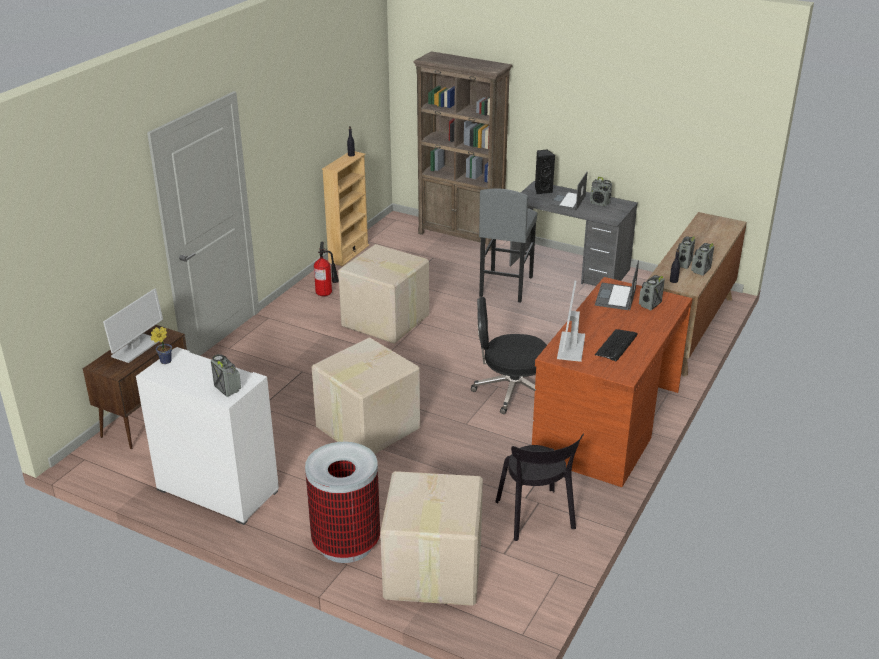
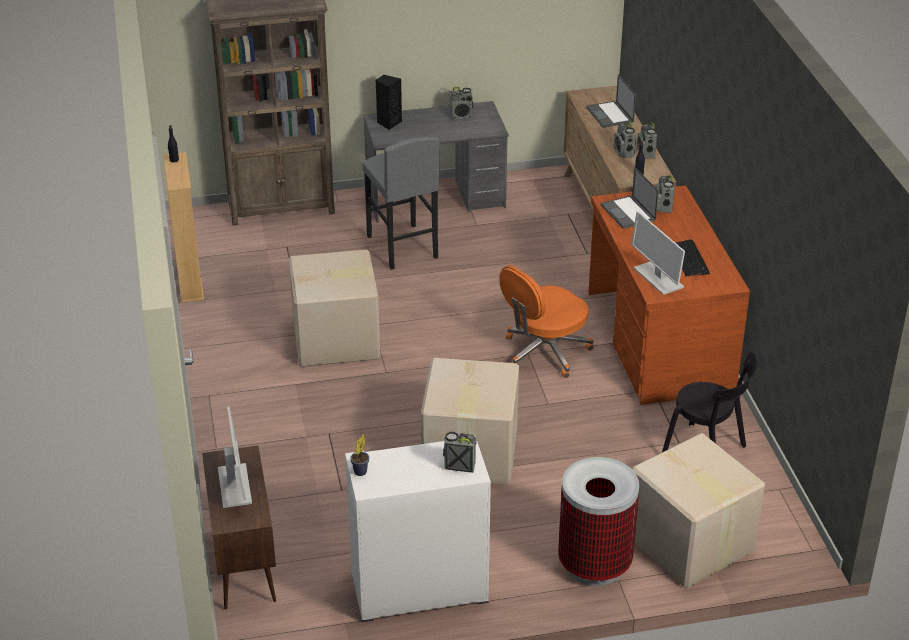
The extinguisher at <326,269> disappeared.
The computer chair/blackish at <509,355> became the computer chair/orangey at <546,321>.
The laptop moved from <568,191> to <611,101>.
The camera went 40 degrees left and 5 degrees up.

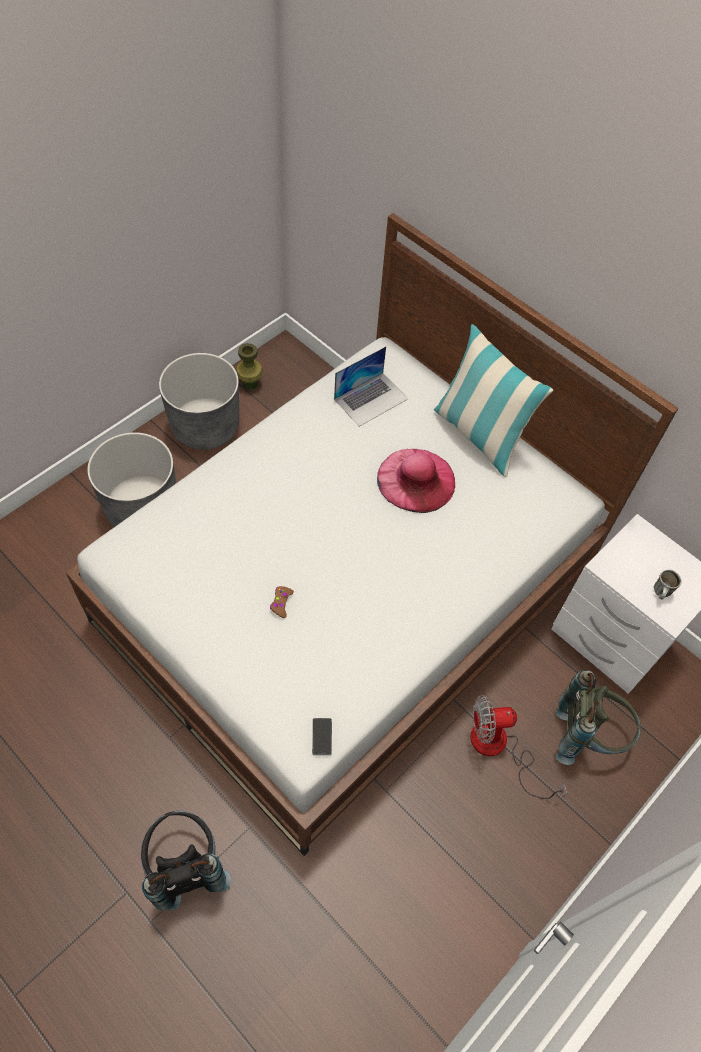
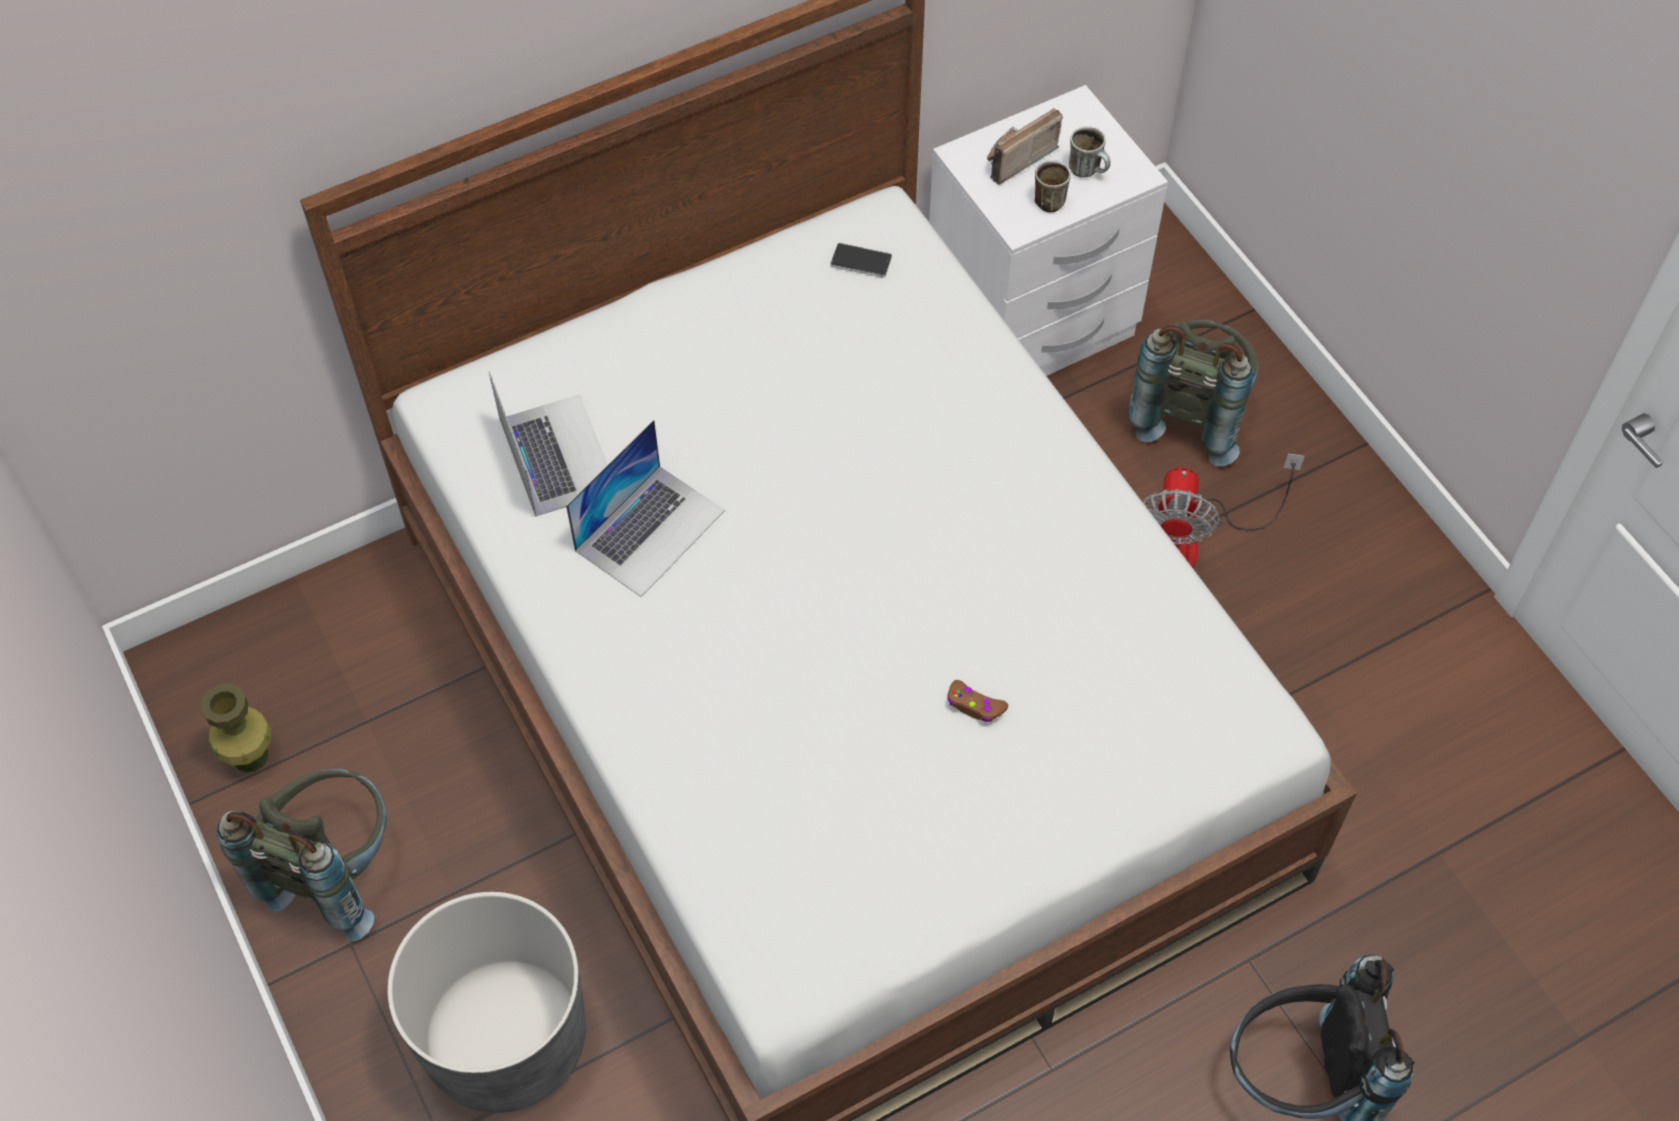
The plant pot/gray at <199,401> was replaced by the knapsack/gray at <301,855>.
The telephone moved from <322,736> to <861,260>.
The clothing hat/pink at <416,481> disappeared.
The throw pillow at <493,400> disappeared.
The laptop at <645,508> appeared.
The radio set at <1025,146> appeared.
The tea mug at <1053,186> appeared.
The camera went 70 degrees left and 0 degrees up.

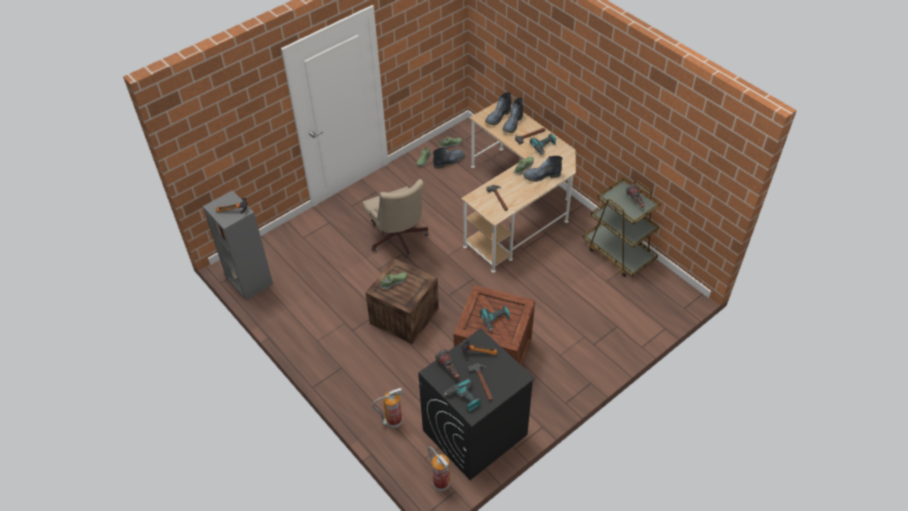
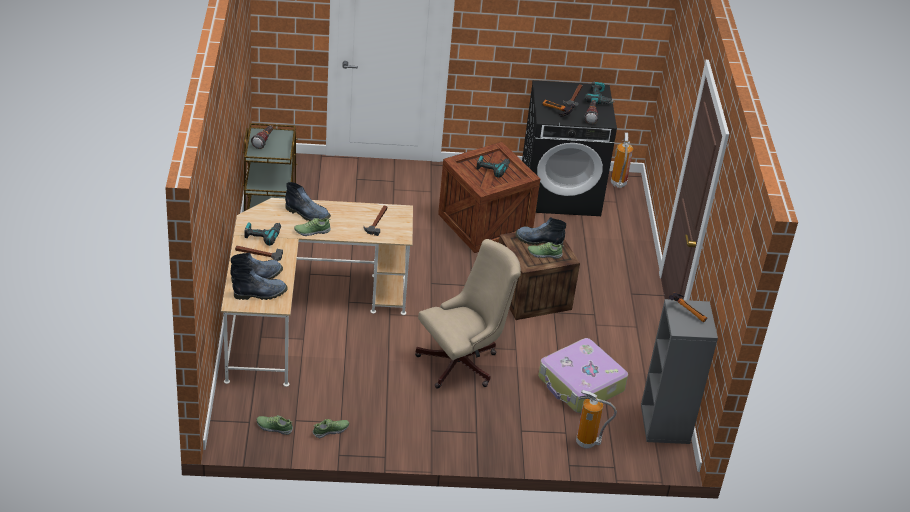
The computer chair/sand-coloured at <396,218> turned 45 degrees clockwise.
The extinguisher moved from <387,408> to <596,419>.
The boot moved from <449,158> to <540,232>.
The suitcase at <583,375> appeared.
The camera went 145 degrees left and 10 degrees down.

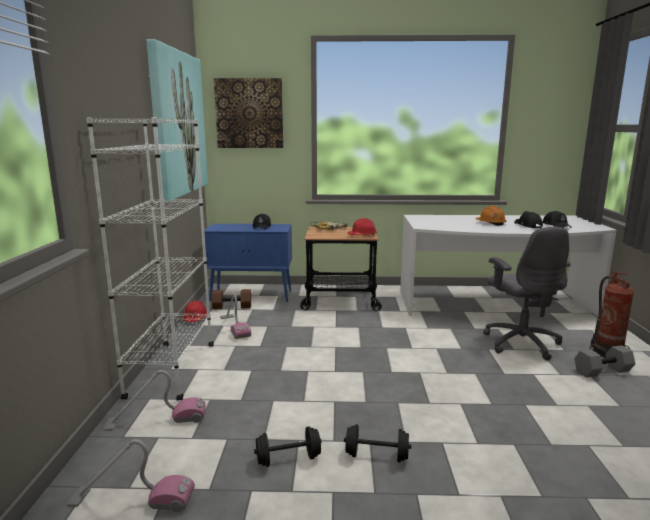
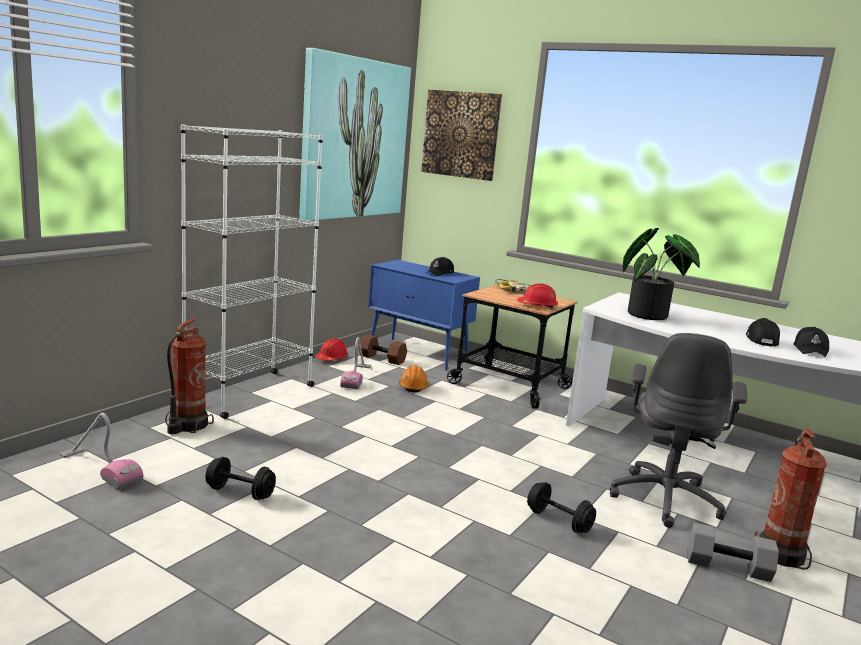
The vacuum at <155,400> was replaced by the extinguisher at <189,376>.
The free weight/blackish moved from <377,443> to <561,507>.
The safety helmet/orangey moved from <491,216> to <414,378>.
The potted plant at <661,274> appeared.
The camera went 30 degrees right and 0 degrees up.

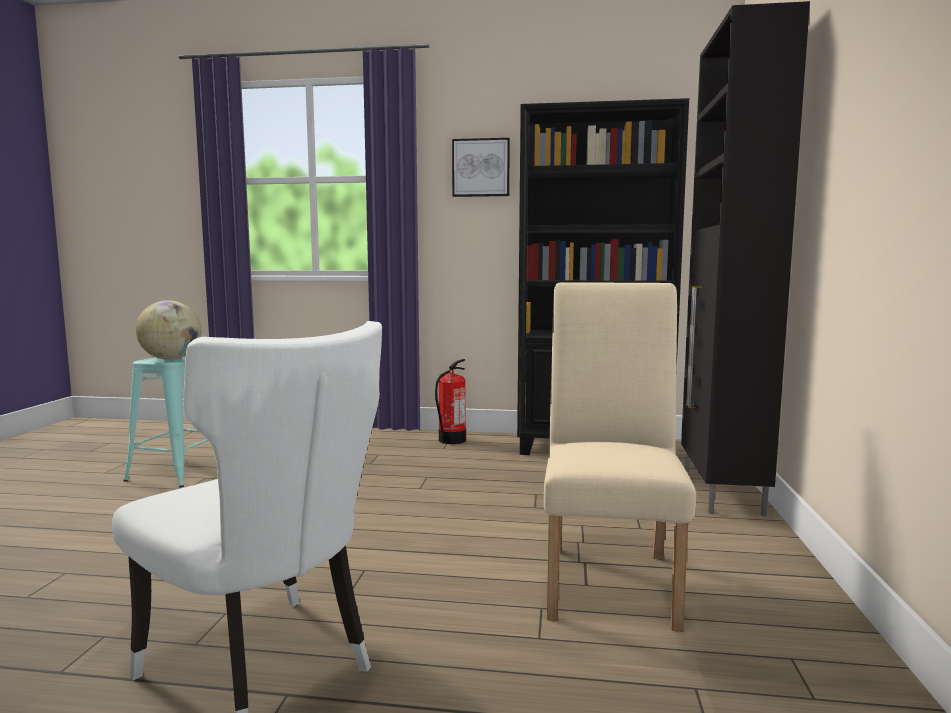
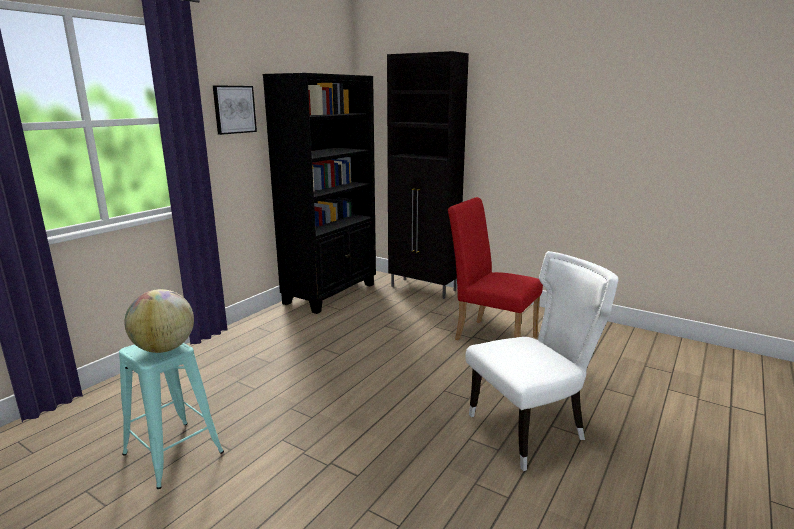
The extinguisher at <450,401> disappeared.
The chair/sand-coloured at <620,457> became the chair/red-coloured at <495,268>.
The camera went 65 degrees left and 10 degrees up.

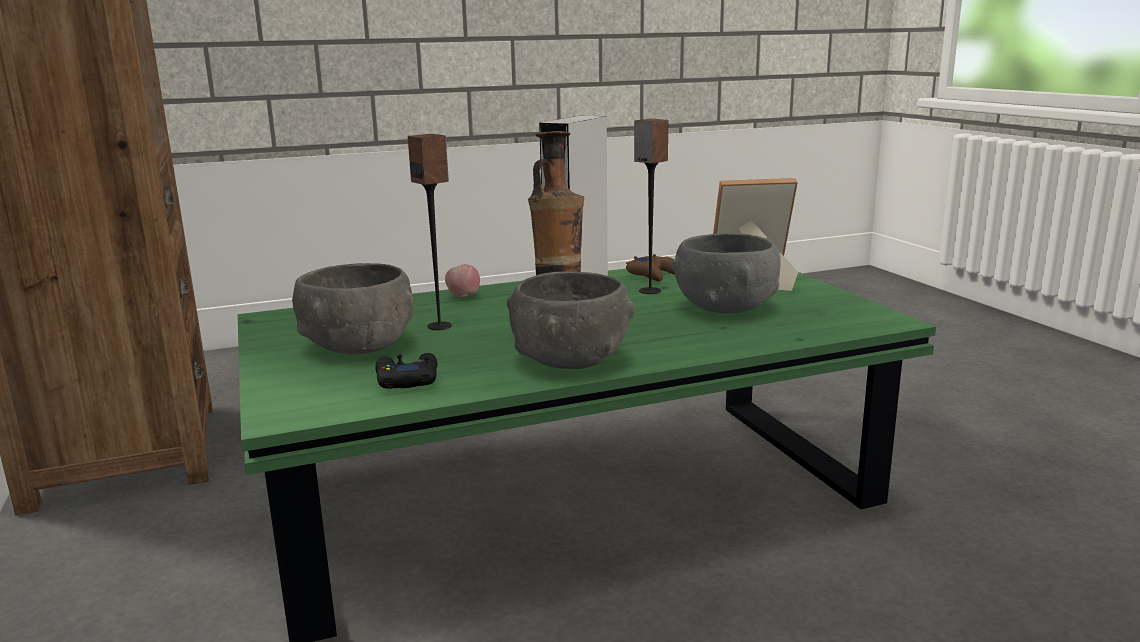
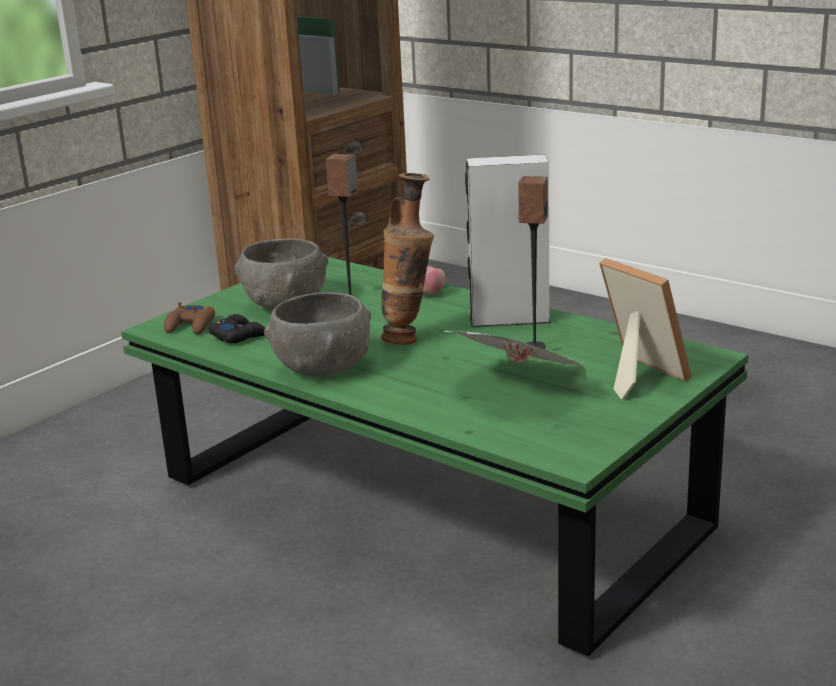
The game controller/brownish moved from <650,267> to <189,318>.
The deep dish/gray at <726,273> was replaced by the printed paper at <514,348>.
The camera went 60 degrees right and 5 degrees up.

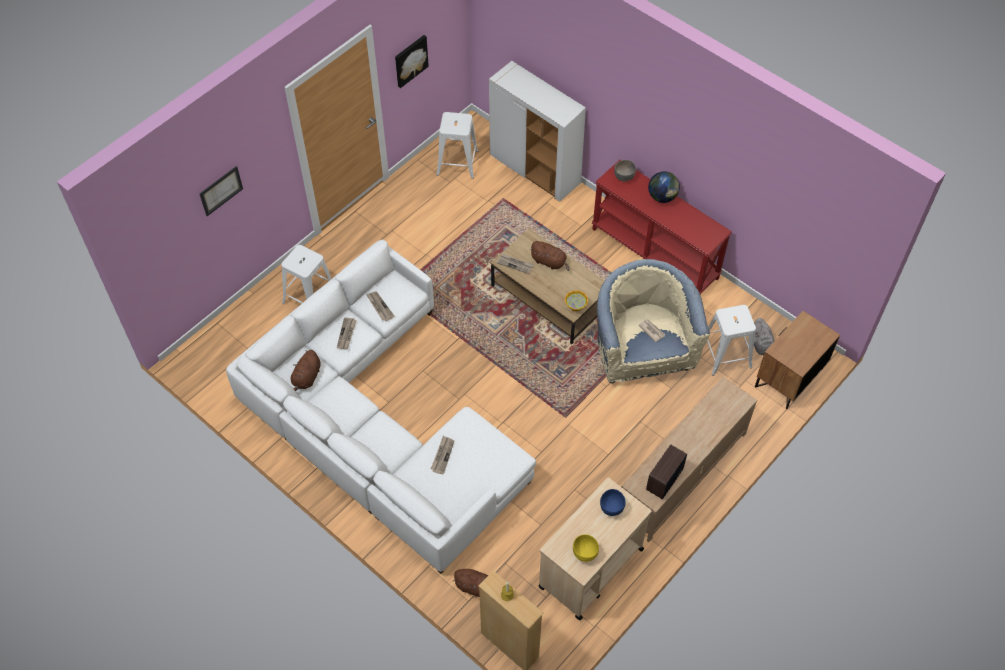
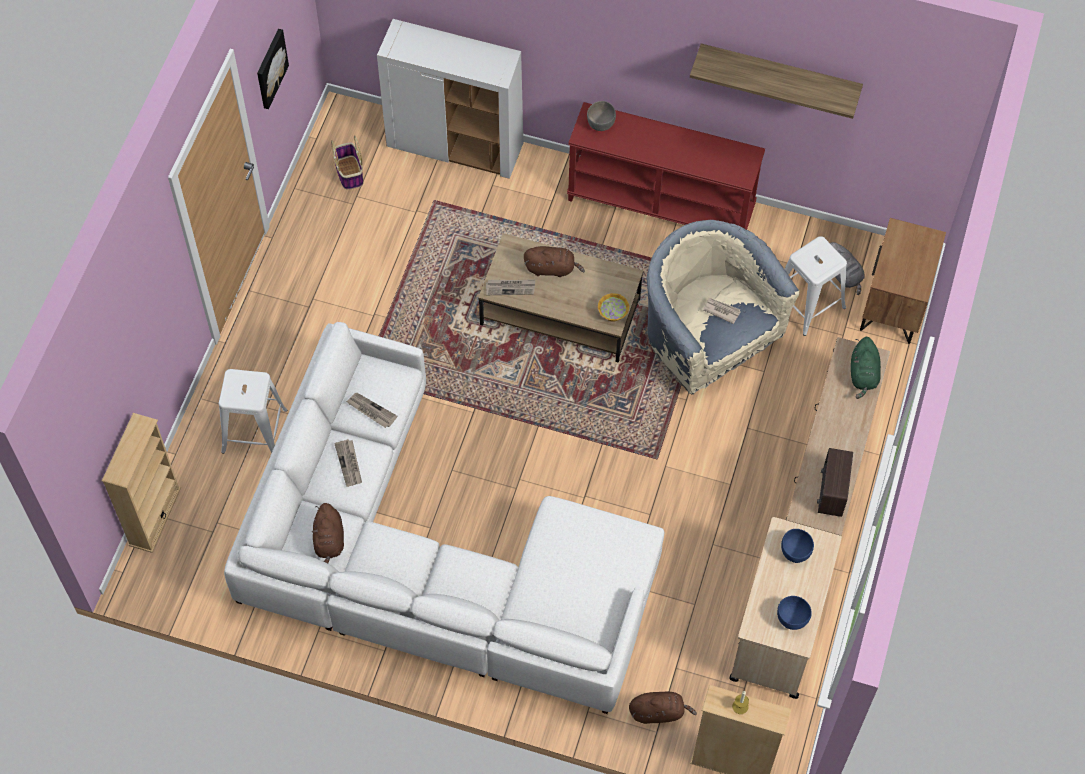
The wall art at <221,191> disappeared.
The printed paper at <442,455> disappeared.
The stool/white-coloured at <457,145> was replaced by the basket at <347,162>.
The deep dish/yellowish at <586,548> became the deep dish/blue at <794,613>.
The world globe at <664,187> disappeared.
The bookshelf/sand-coloured at <141,483> appeared.
The shelf at <776,81> appeared.
The soft toy/green-coloured at <866,368> appeared.
The camera went 25 degrees left and 5 degrees up.

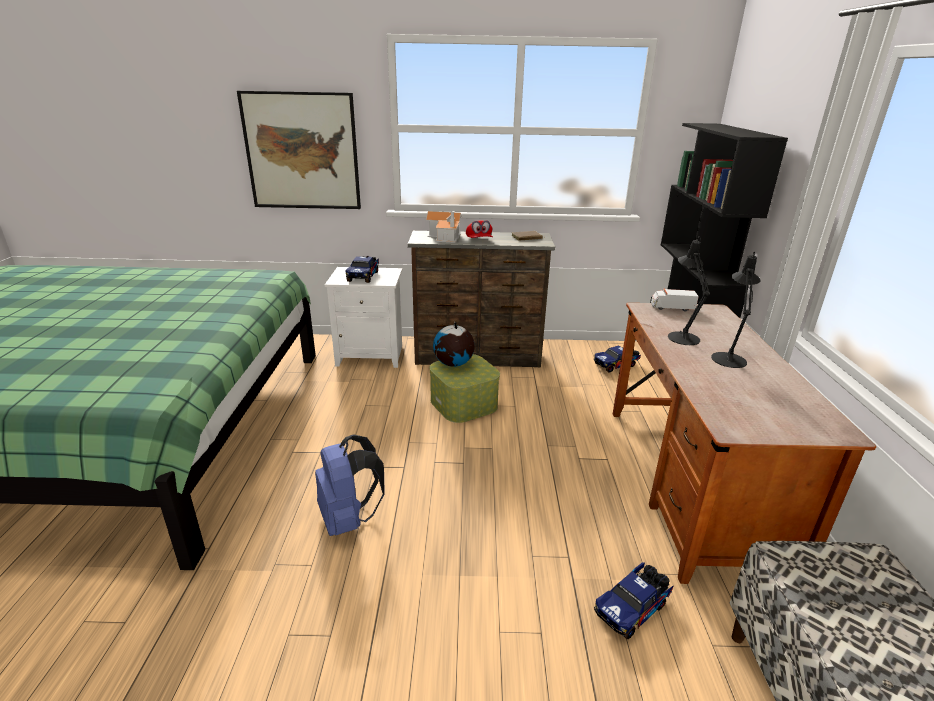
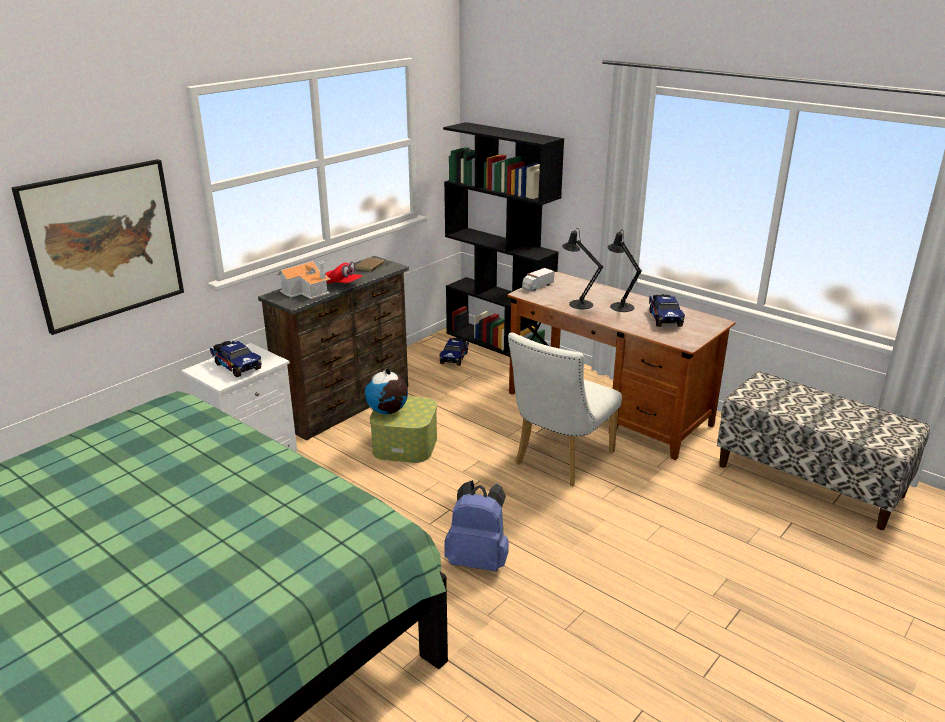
The toy truck moved from <634,600> to <667,310>.
The chair/white-coloured at <565,409> appeared.
The camera went 50 degrees left and 0 degrees up.

